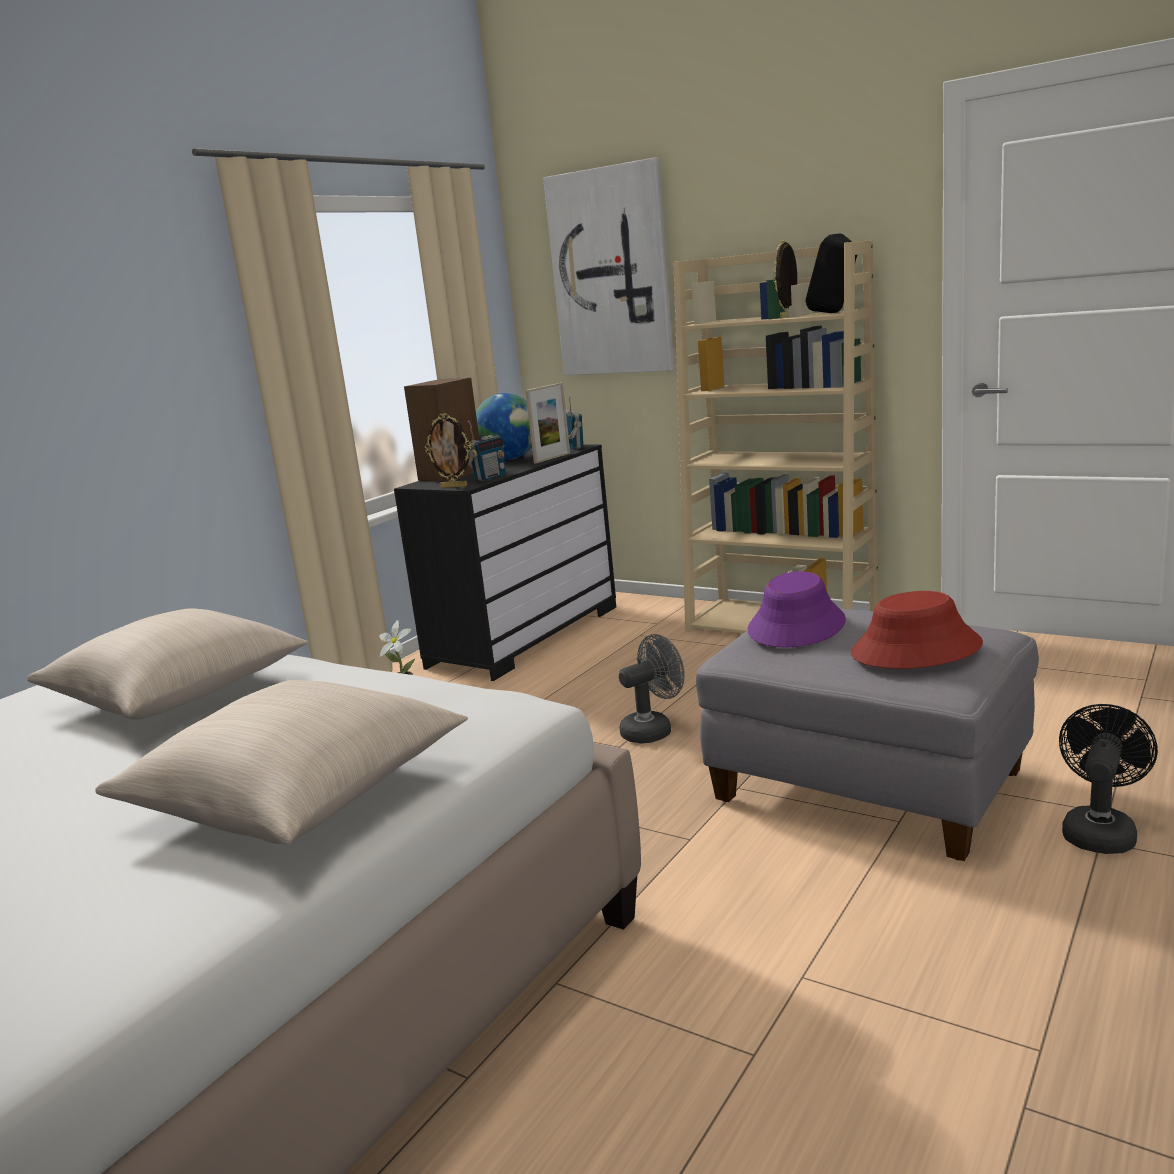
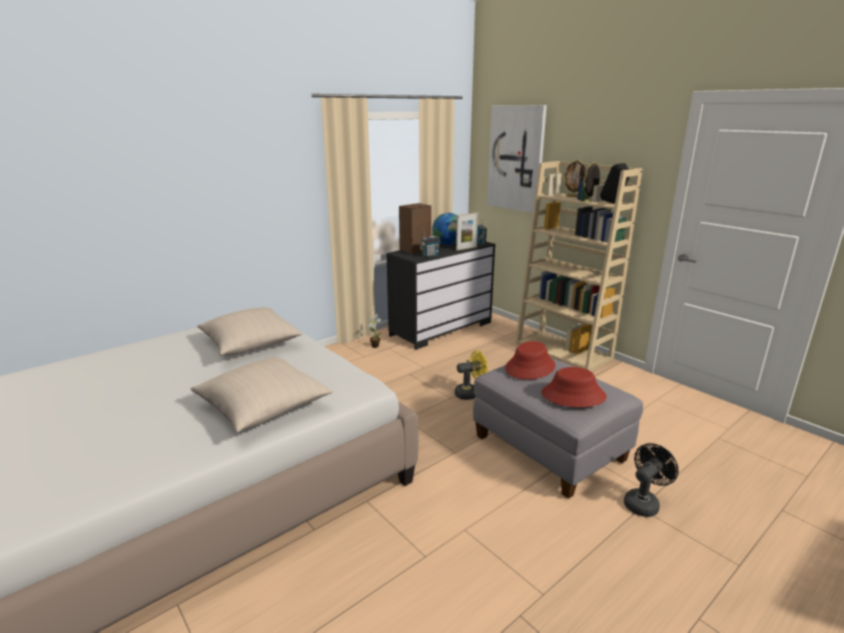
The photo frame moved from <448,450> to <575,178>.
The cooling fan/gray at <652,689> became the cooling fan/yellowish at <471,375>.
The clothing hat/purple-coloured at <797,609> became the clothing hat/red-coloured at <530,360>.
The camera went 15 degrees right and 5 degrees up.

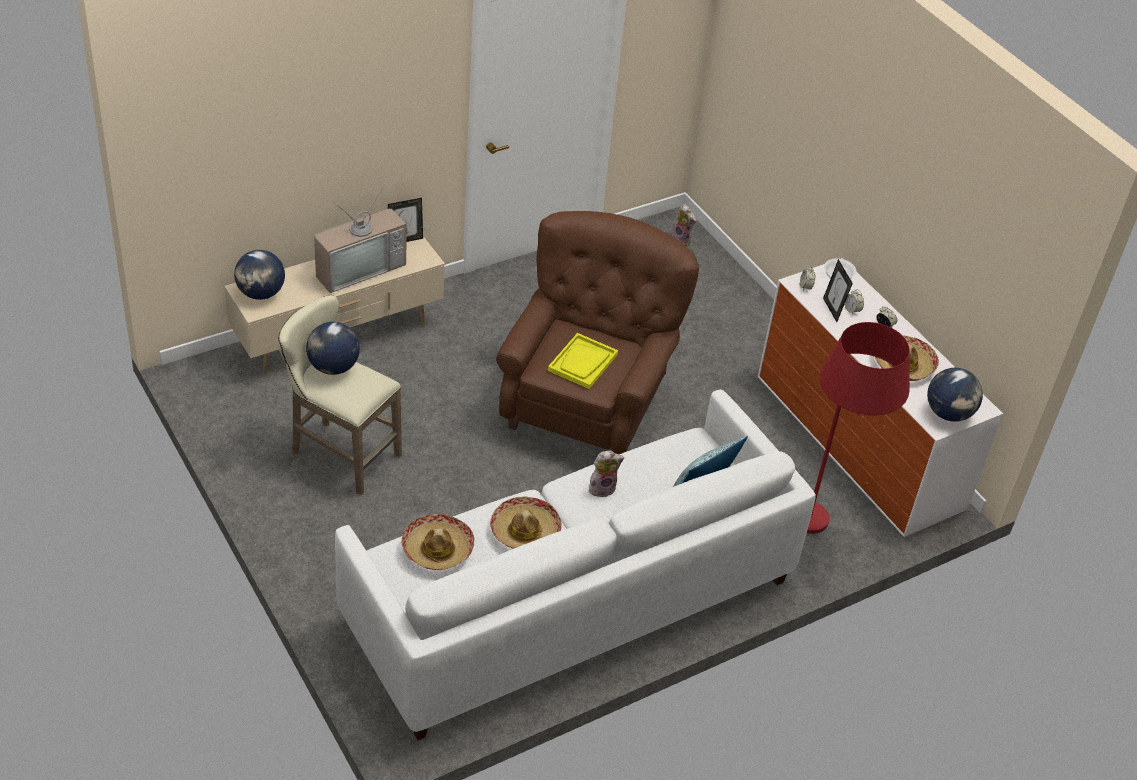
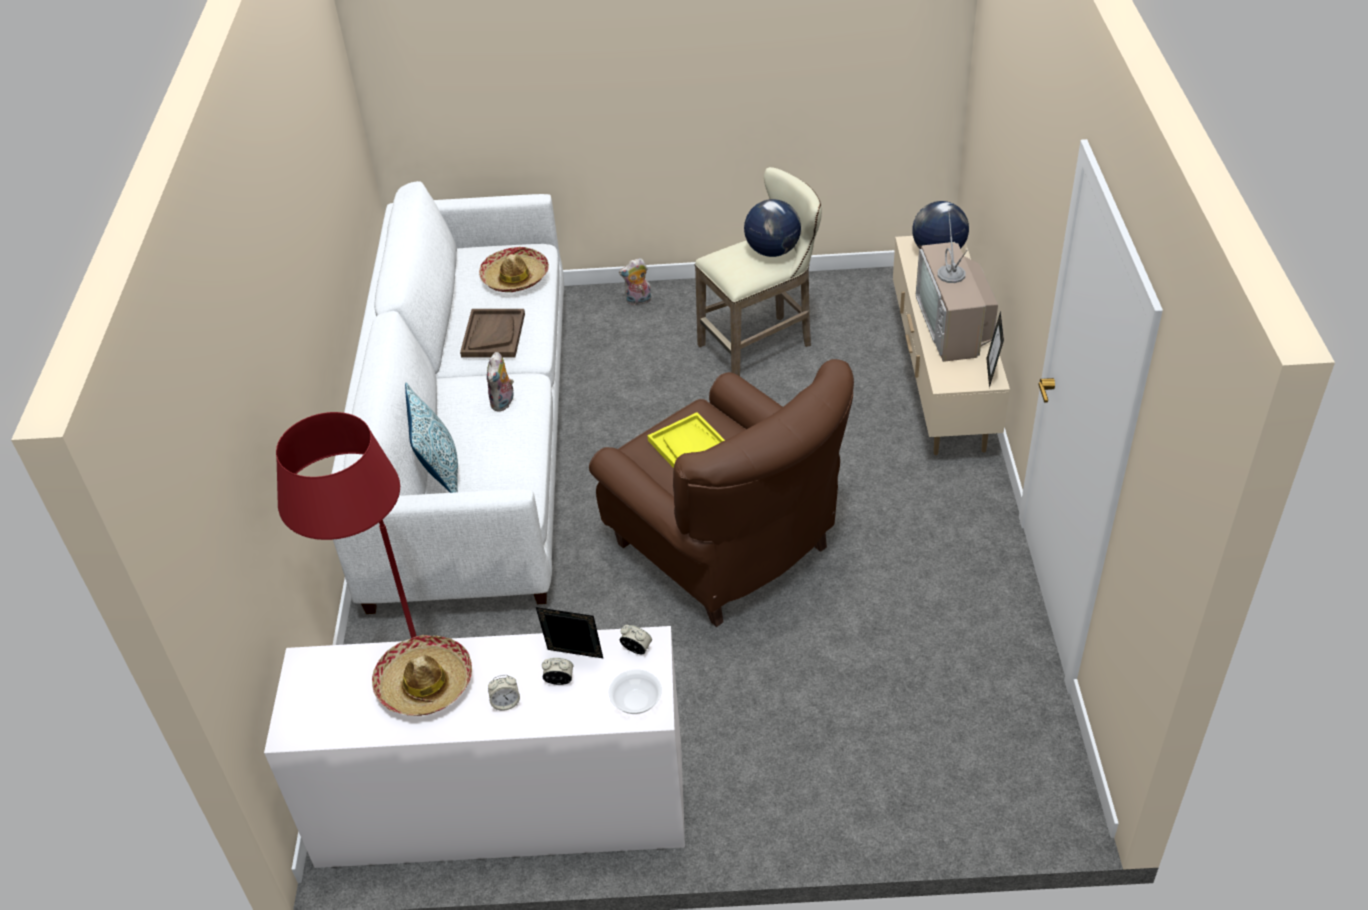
The clothing hat at <526,523> was replaced by the tray/brownish at <492,333>.
The soft toy moved from <684,225> to <635,281>.
The world globe at <955,395> disappeared.
The camera went 125 degrees right and 0 degrees up.

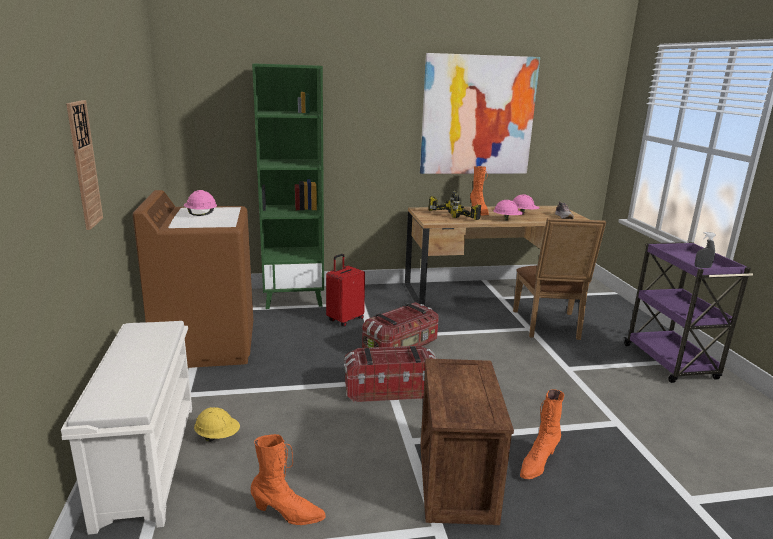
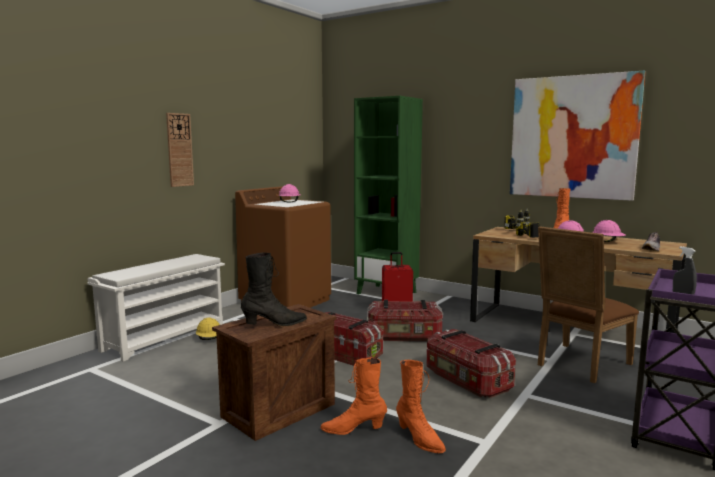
The boot/orangey moved from <288,479> to <421,406>.
The boot/blackish at <274,289> appeared.
The storage bin at <471,363> appeared.
The camera went 45 degrees right and 10 degrees down.

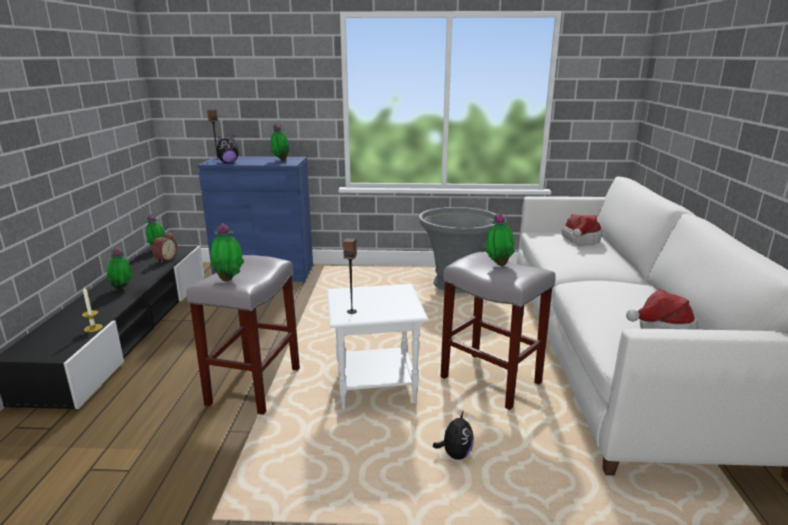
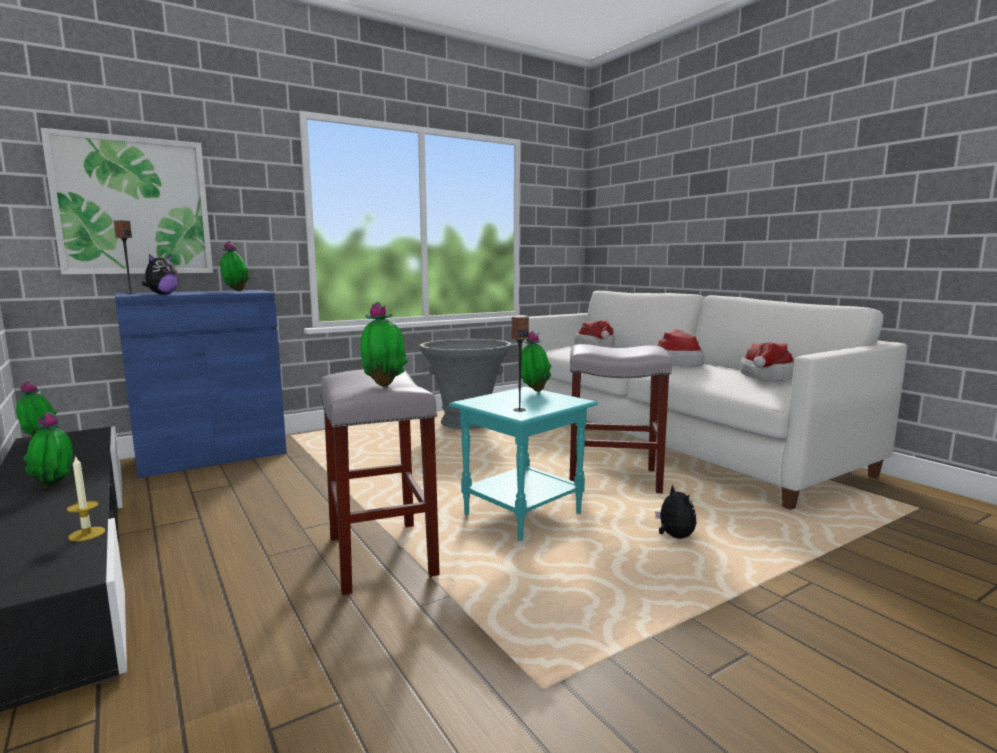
The alarm clock at <164,248> disappeared.
The accent table/white-coloured at <377,347> became the accent table/turquoise at <523,464>.
The potted plant moved from <499,239> to <536,361>.
The wall art at <127,201> appeared.
The clothing hat at <681,348> appeared.
The camera went 35 degrees left and 10 degrees down.

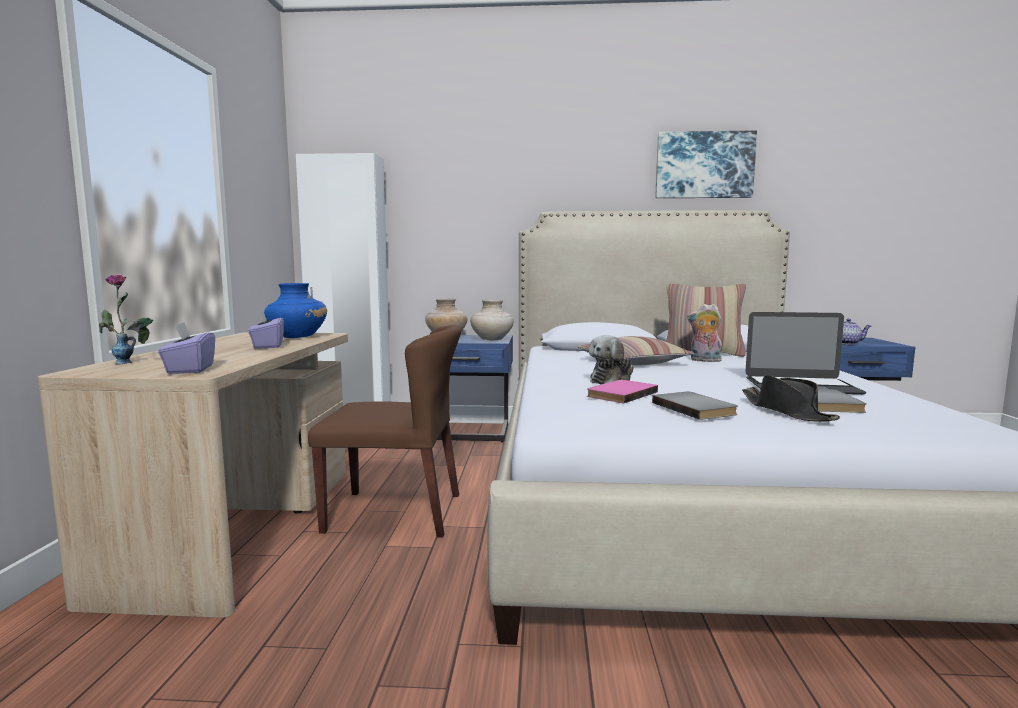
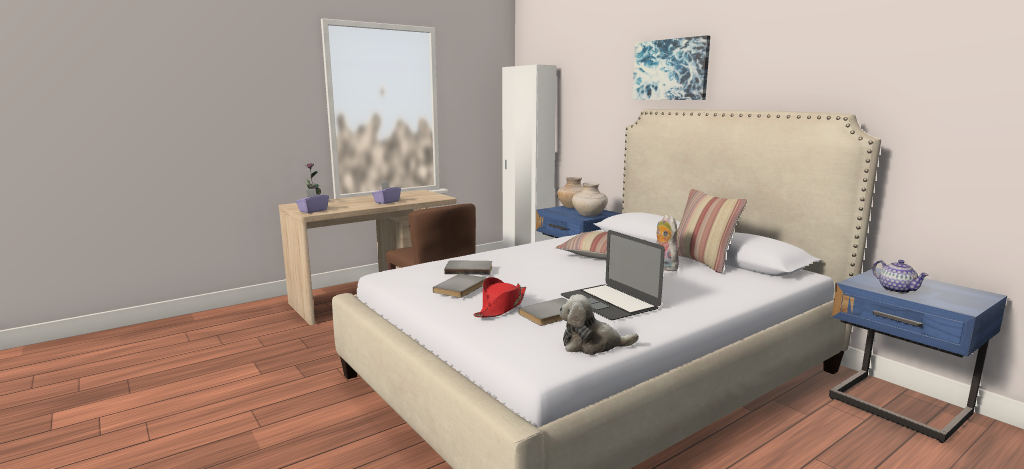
The flower vase/blue at <295,310> disappeared.
The volume/pink at <622,391> became the volume/gray at <468,267>.
The soft toy moved from <611,359> to <599,324>.
The wall art moved from <706,164> to <671,67>.
The clothing hat/blackish at <791,398> became the clothing hat/red-coloured at <500,297>.
The camera went 50 degrees right and 5 degrees up.

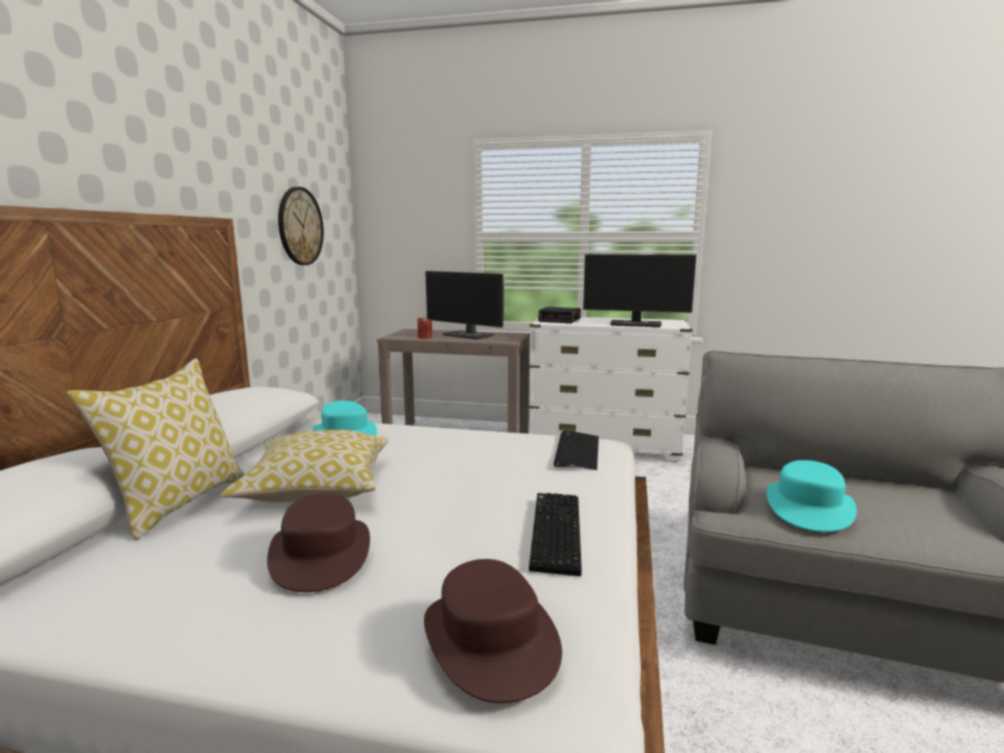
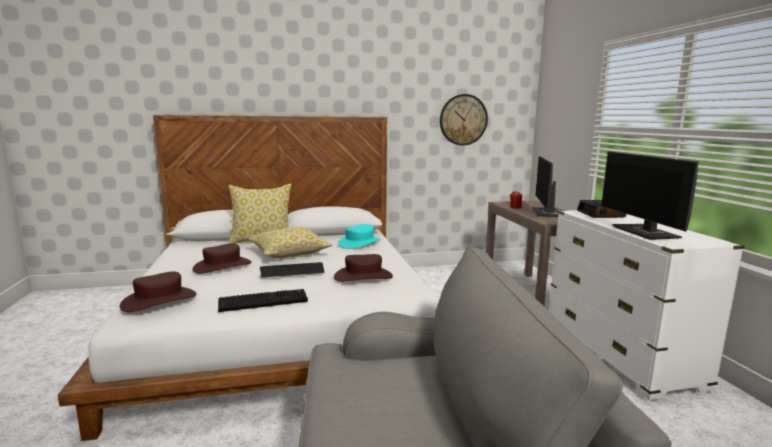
The keyboard moved from <576,450> to <292,270>.
The clothing hat/turquoise at <812,496> disappeared.
The clothing hat/brownish at <363,268> appeared.
The camera went 65 degrees right and 0 degrees up.

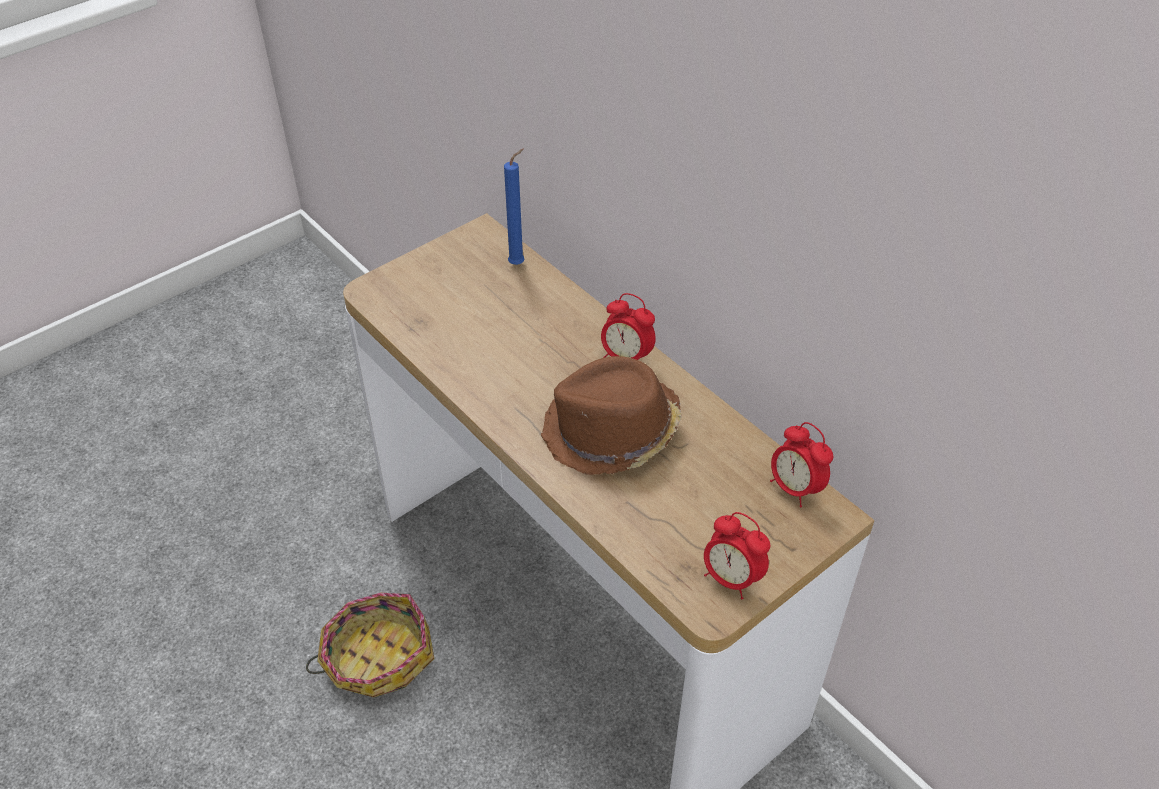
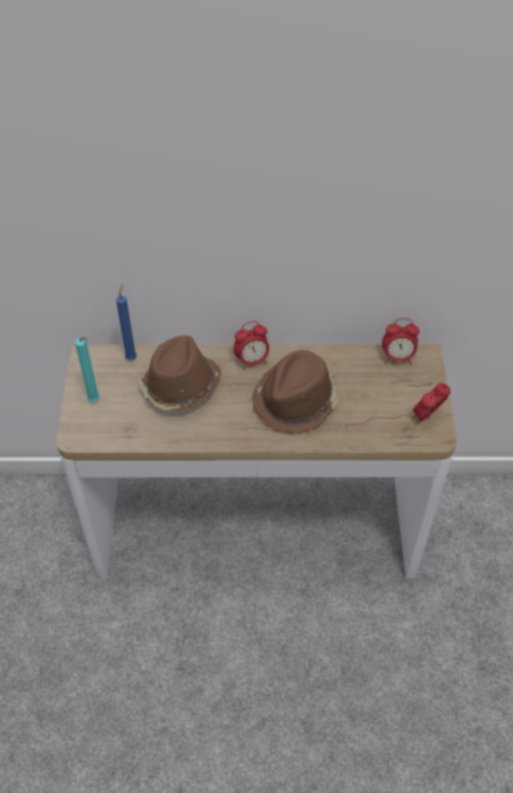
The basket at <370,645> disappeared.
The alarm clock at <737,555> turned 150 degrees clockwise.
The candle/turquoise at <87,369> appeared.
The clothing hat/brownish at <179,373> appeared.
The camera went 50 degrees left and 5 degrees up.

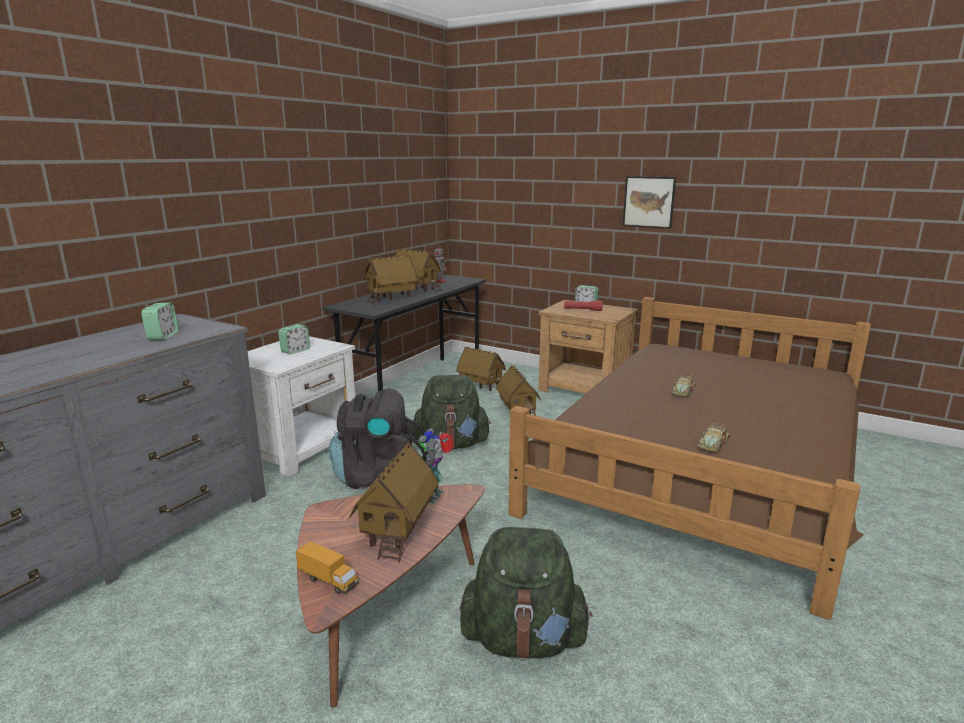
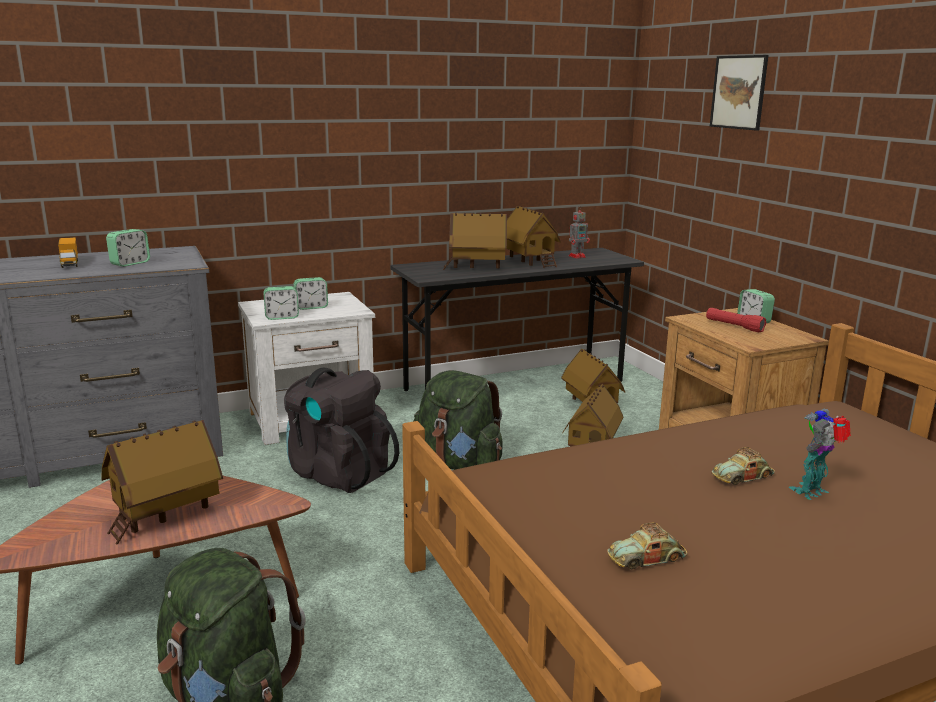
The toy truck moved from <327,567> to <68,252>.
The robot figure moved from <436,466> to <820,454>.
The wall art moved from <649,202> to <739,93>.
The alarm clock at <281,303> appeared.
The camera went 35 degrees right and 0 degrees up.

